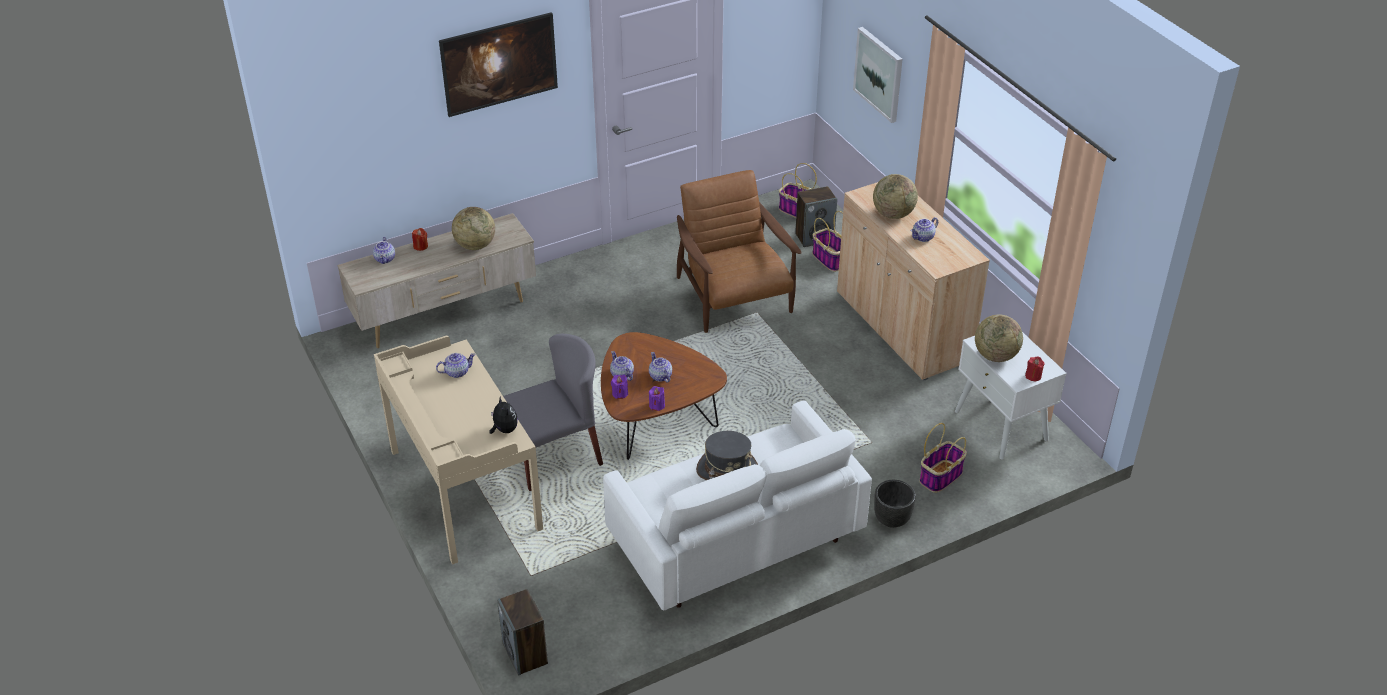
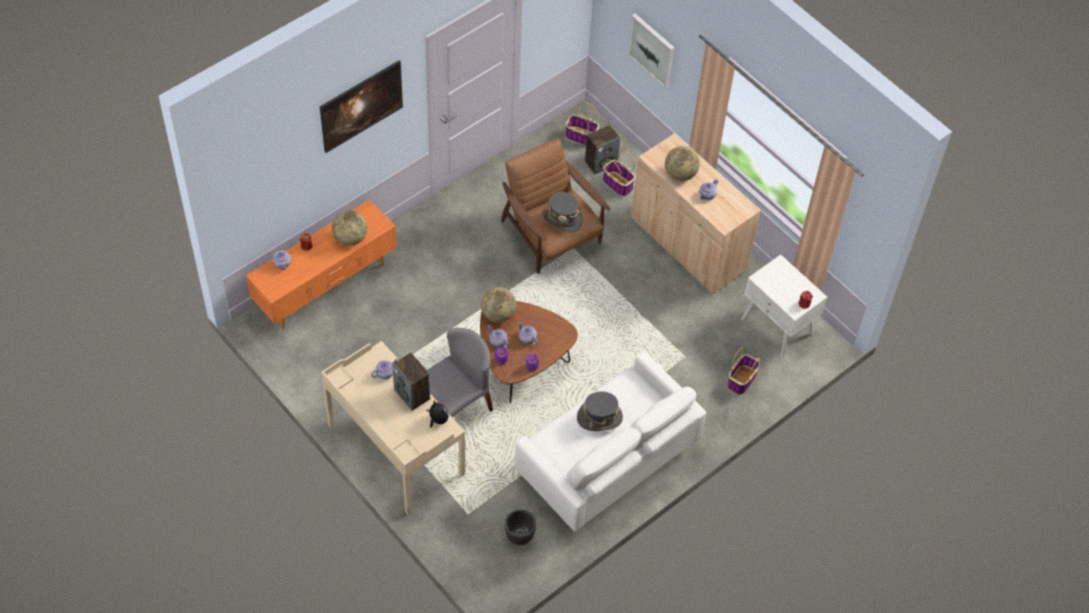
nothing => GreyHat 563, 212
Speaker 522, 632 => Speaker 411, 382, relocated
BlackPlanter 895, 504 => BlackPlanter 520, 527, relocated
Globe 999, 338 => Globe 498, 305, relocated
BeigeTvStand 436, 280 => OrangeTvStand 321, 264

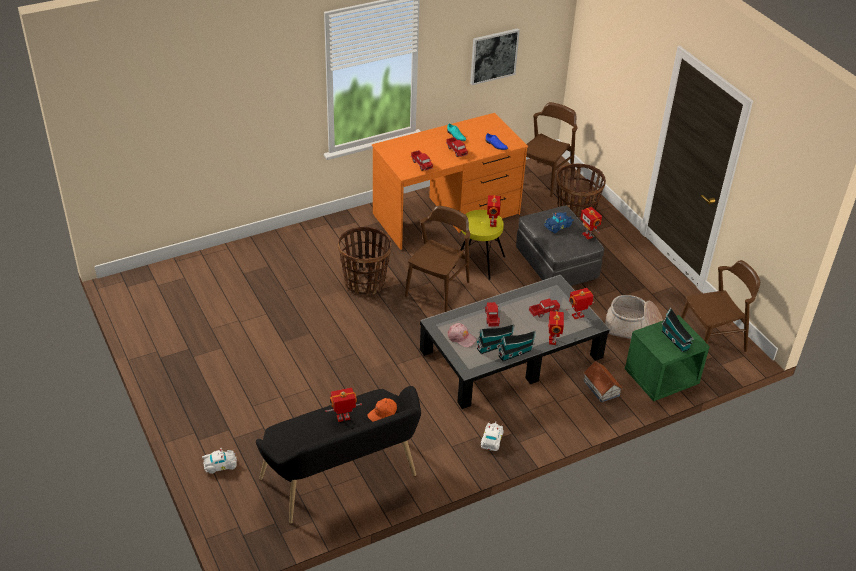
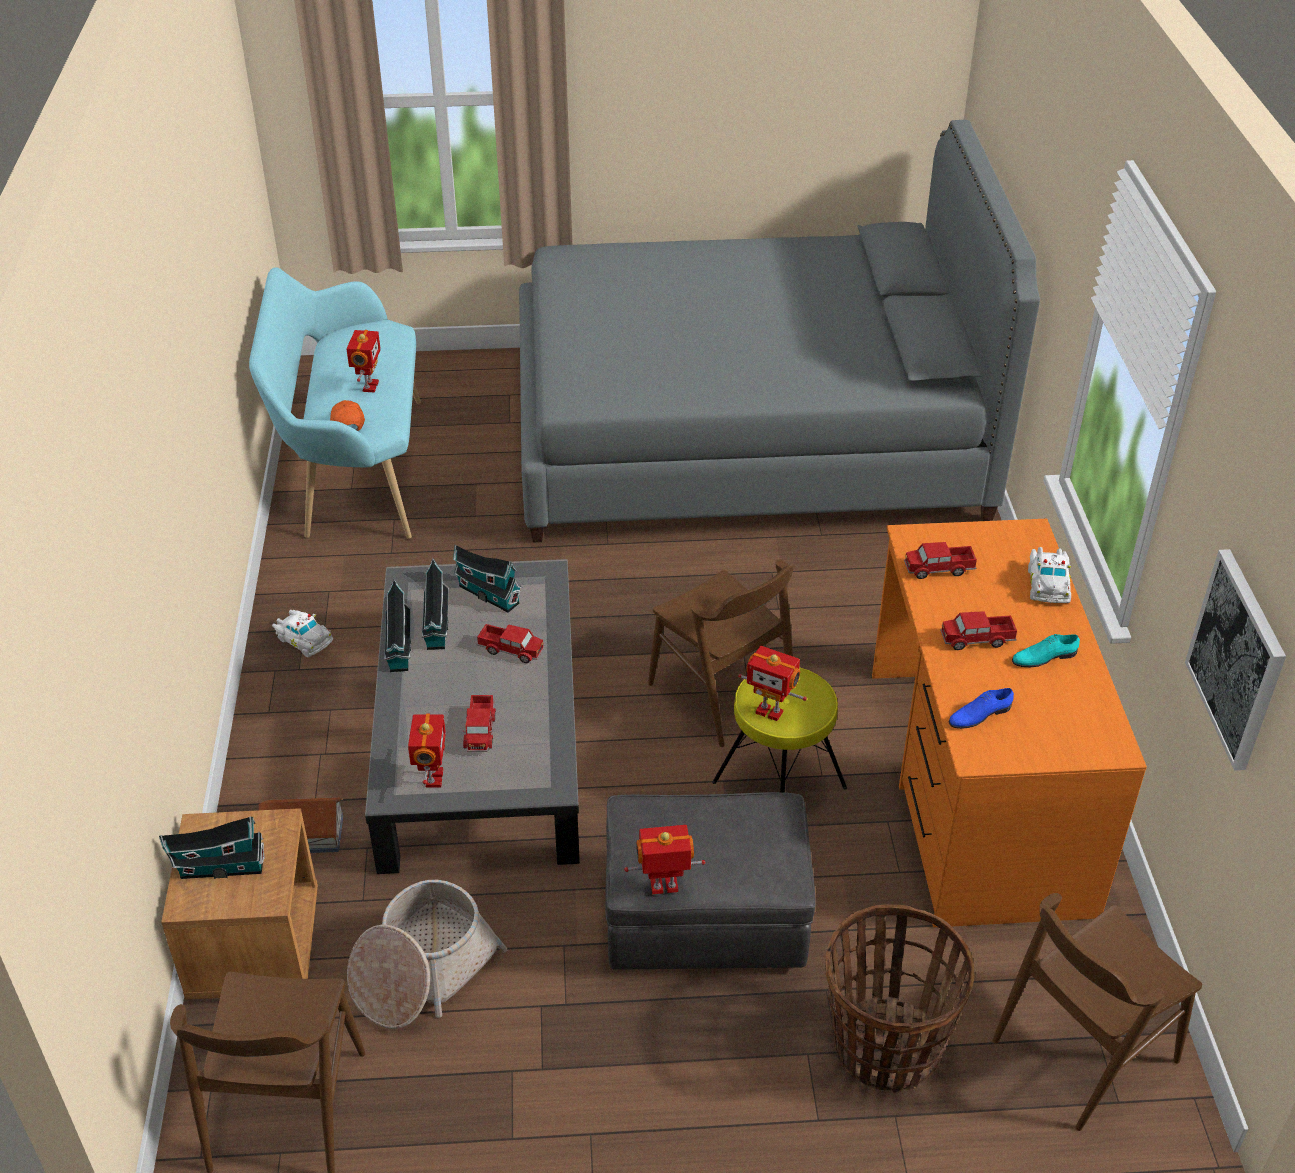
Basket 365, 261 => nothing
BlueToyCar 559, 222 => nothing
ToyRobot 556, 328 => nothing
nothing => GreyBed 779, 331
WhiteToyCar 219, 461 => WhiteToyCar 1049, 575, relocated
PinkCap 462, 335 => ToyHouse 487, 579
BlackBench 338, 455 => TurquoiseBench 335, 403
GreenNightstand 667, 358 => BrownNightstand 239, 904
BrownChair 551, 149 => BrownChair 1097, 1012, 90 degrees clockwise

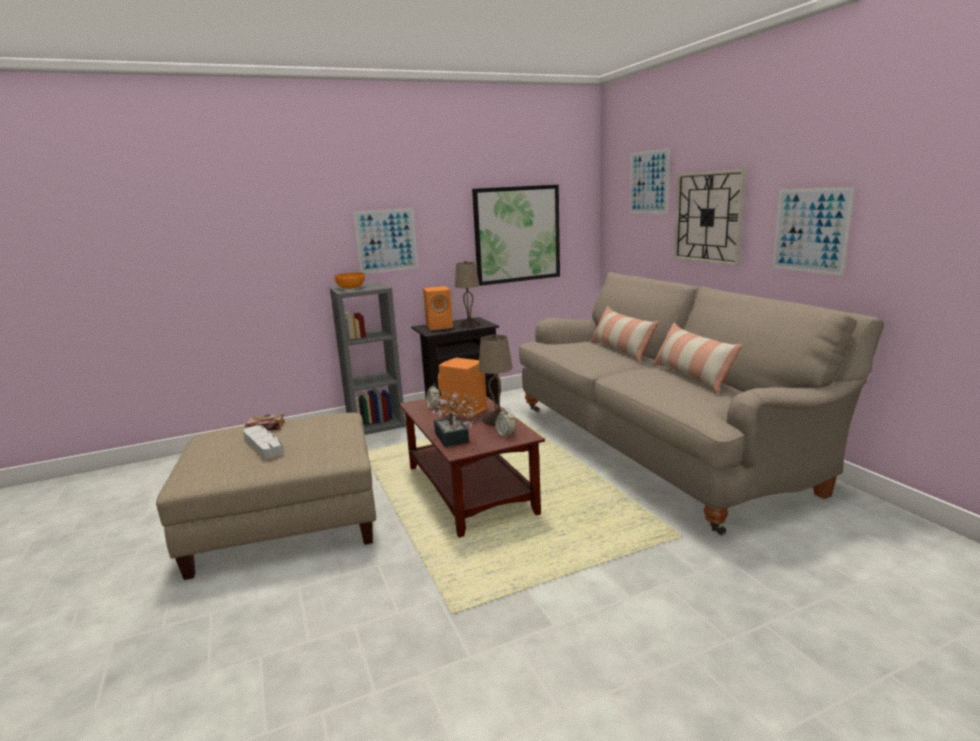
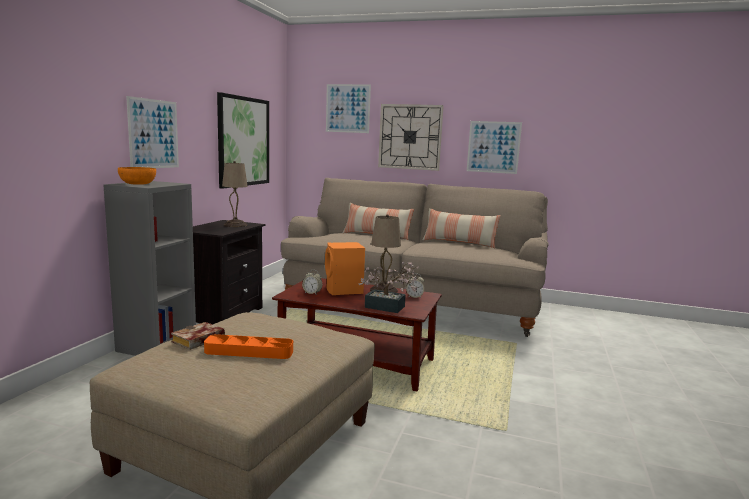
OrangeSpeaker 438, 308 => nothing
GreyTray 263, 441 => OrangeTray 248, 346

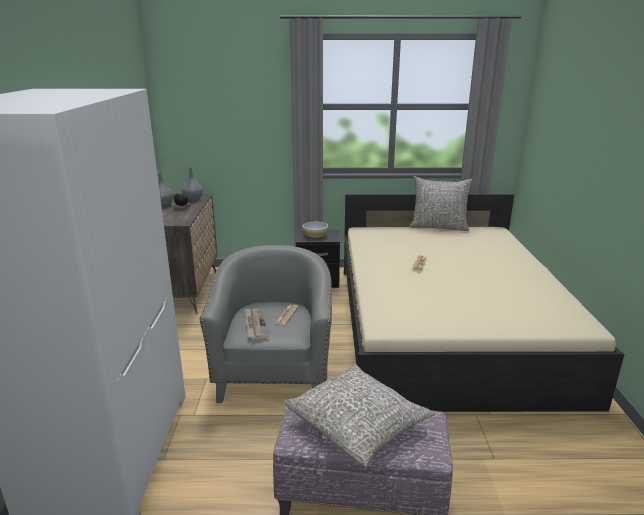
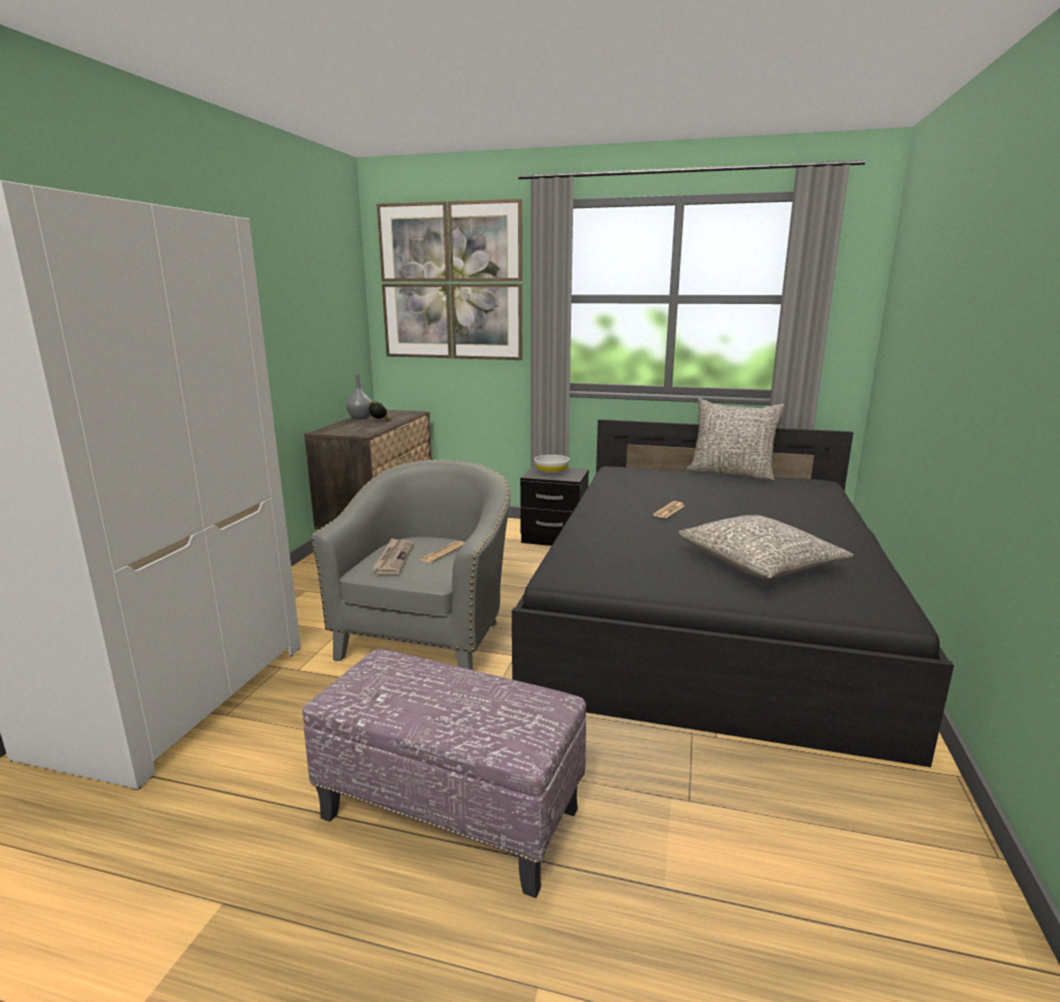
GreyVase 192, 184 => nothing
nothing => Picture 449, 279
GreyPillow 359, 415 => GreyPillow 766, 547, relocated
BeigeBed 484, 303 => BlackBed 733, 593

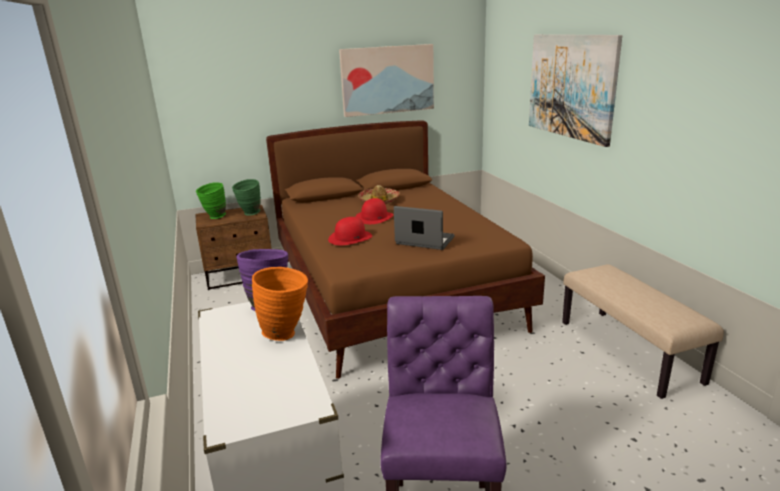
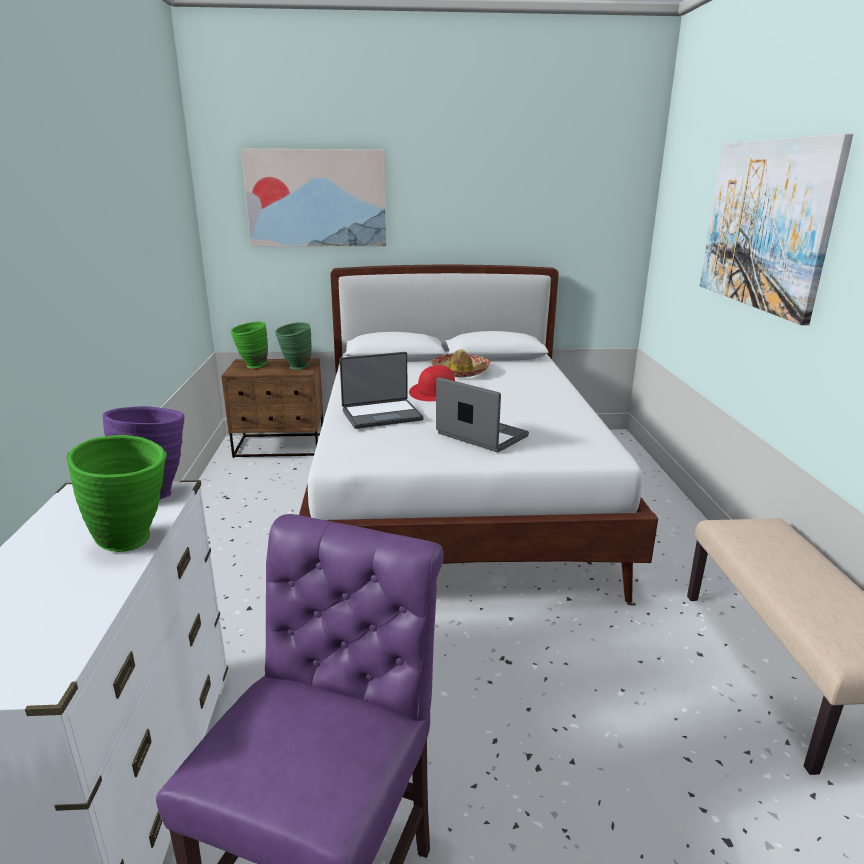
Picture 386, 80 => Picture 313, 197, relocated
RedHat 350, 231 => Laptop 381, 390
OrangeVase 280, 304 => GreenVase 116, 493
BrownBed 405, 249 => WhiteBed 478, 434

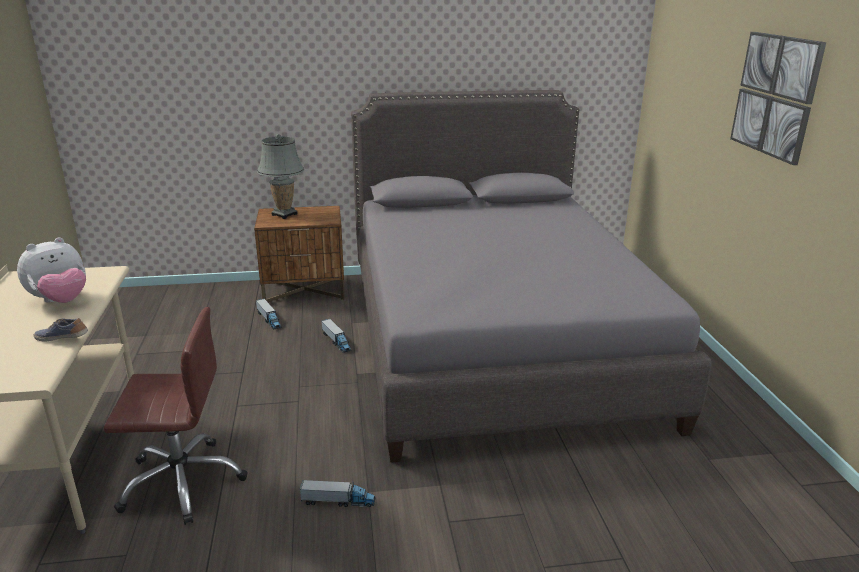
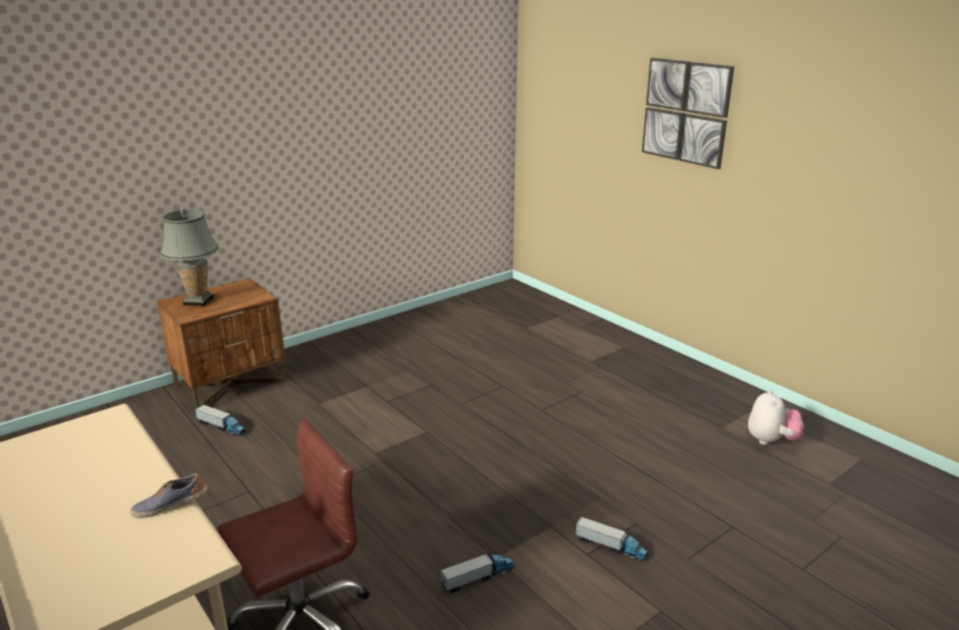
GreyBed 531, 276 => nothing
PlushToy 51, 270 => PlushToy 776, 417, relocated
ToyTruck 336, 336 => ToyTruck 611, 539, relocated

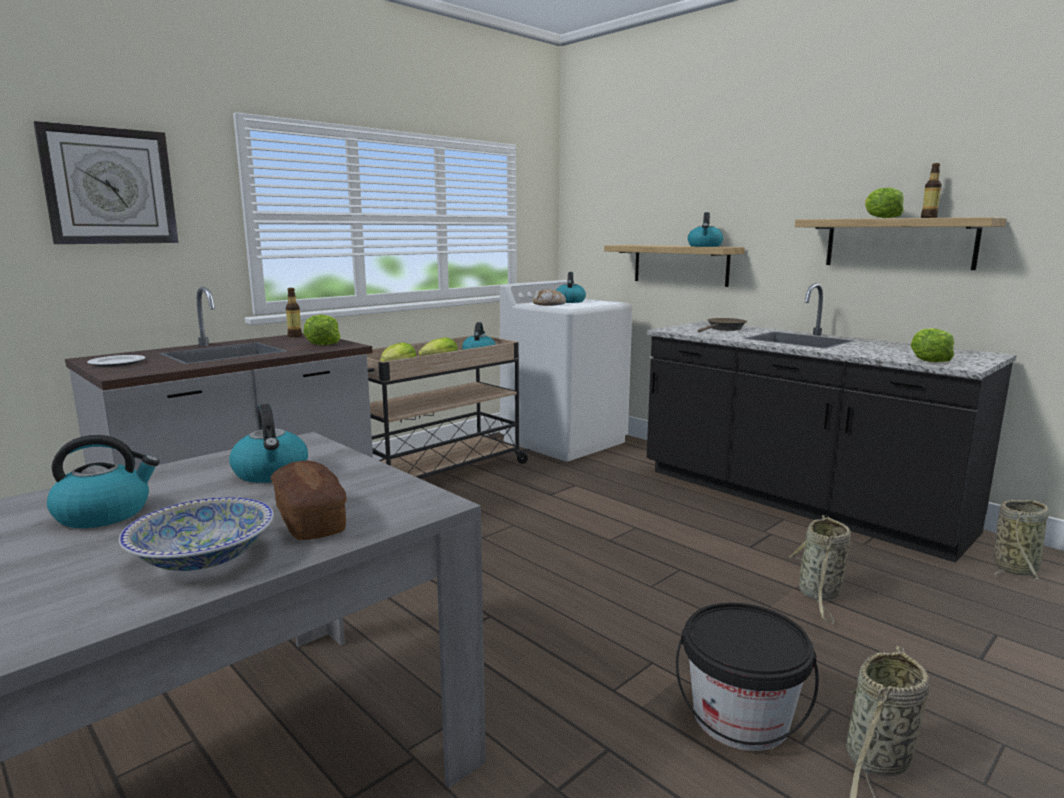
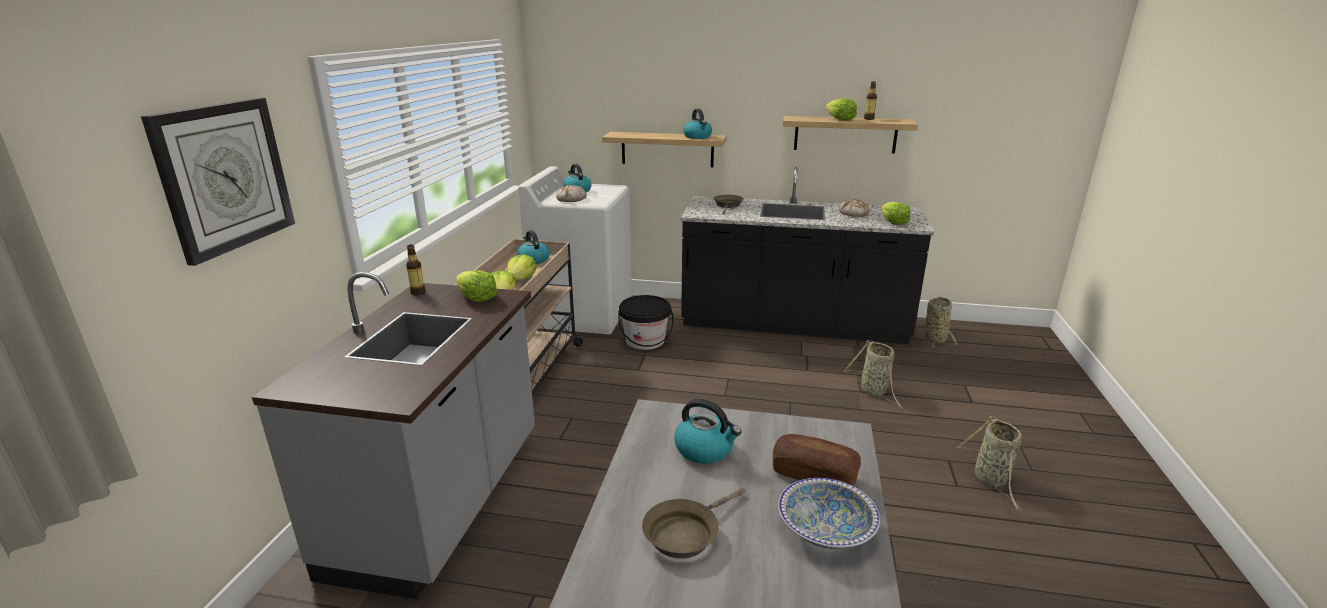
Plate 116, 361 => nothing
nothing => Bread 854, 208
BlackBucket 747, 677 => BlackBucket 646, 322, relocated
Kettle 103, 481 => BrownFryingPan 693, 523

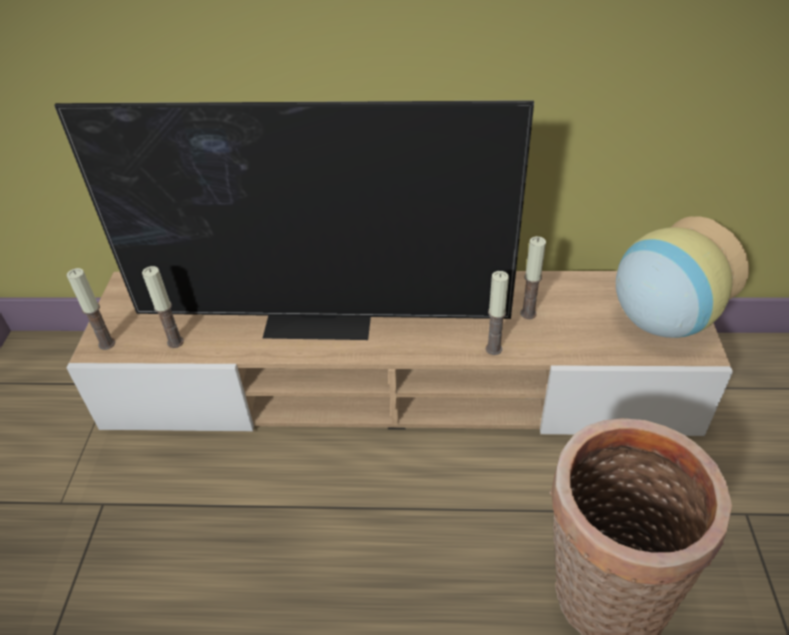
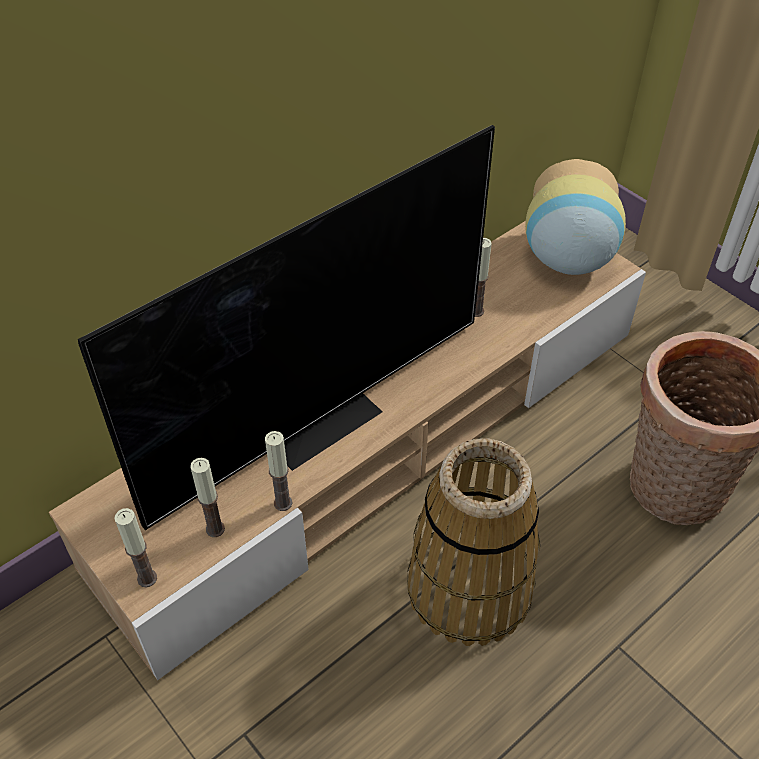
nothing => Basket 473, 542
Candle 497, 313 => Candle 278, 471, relocated

